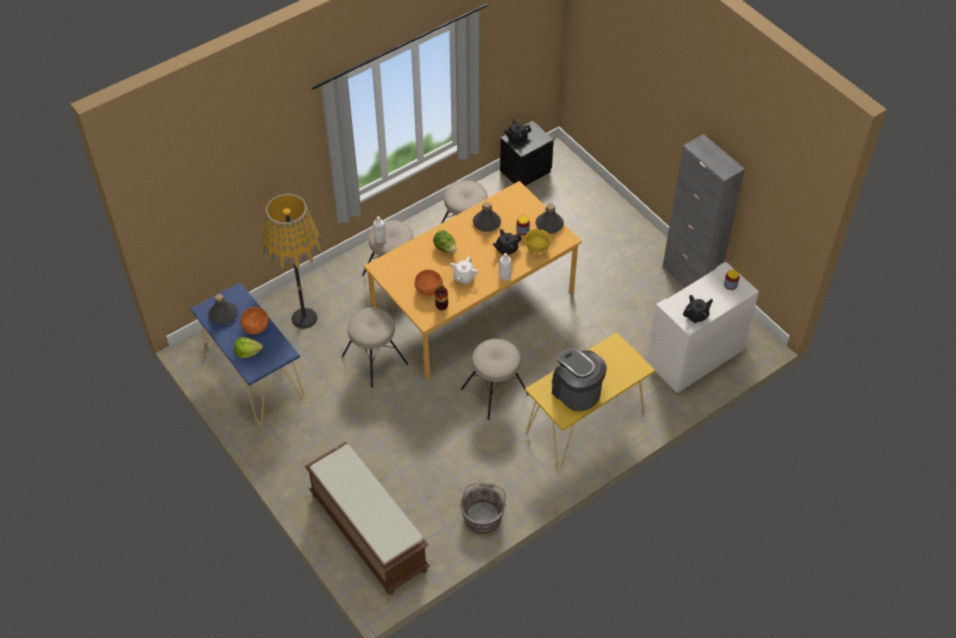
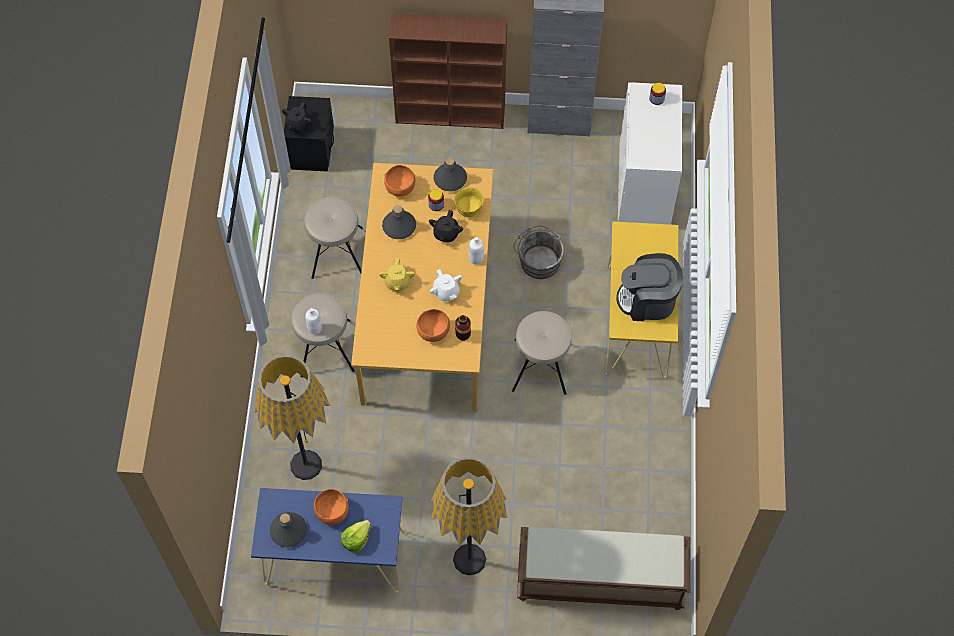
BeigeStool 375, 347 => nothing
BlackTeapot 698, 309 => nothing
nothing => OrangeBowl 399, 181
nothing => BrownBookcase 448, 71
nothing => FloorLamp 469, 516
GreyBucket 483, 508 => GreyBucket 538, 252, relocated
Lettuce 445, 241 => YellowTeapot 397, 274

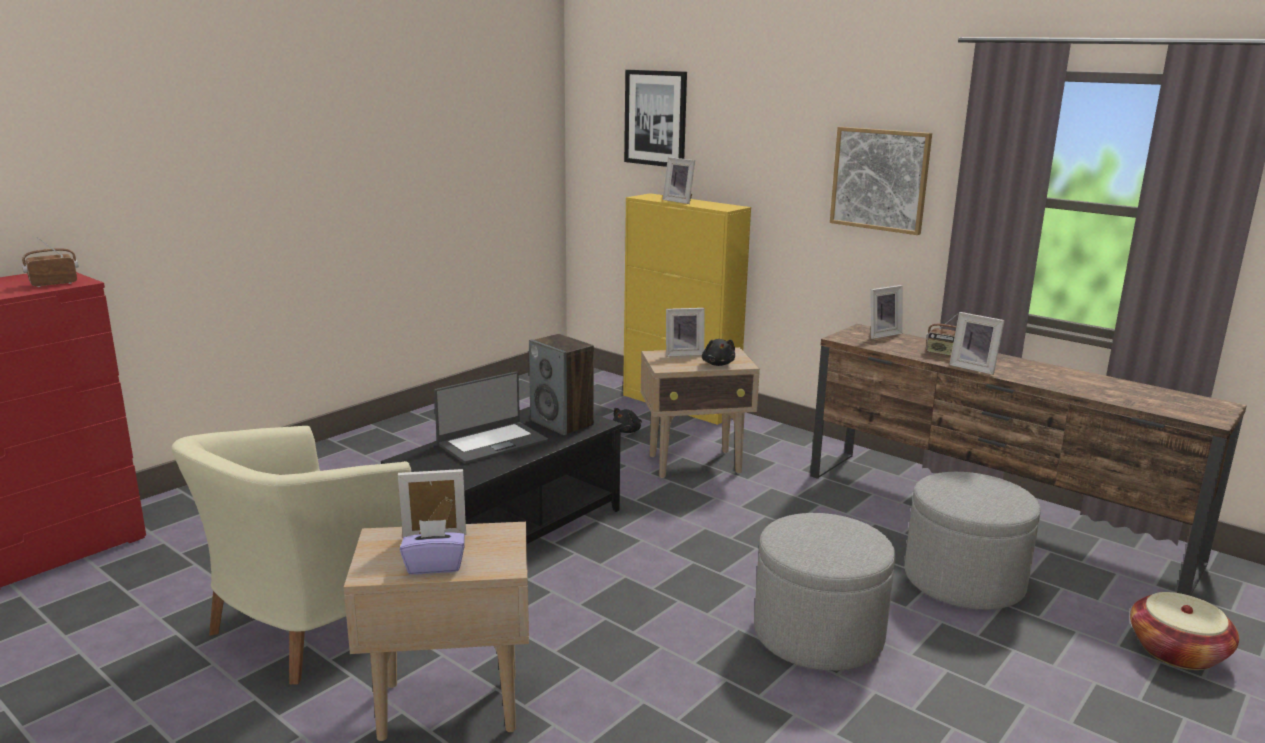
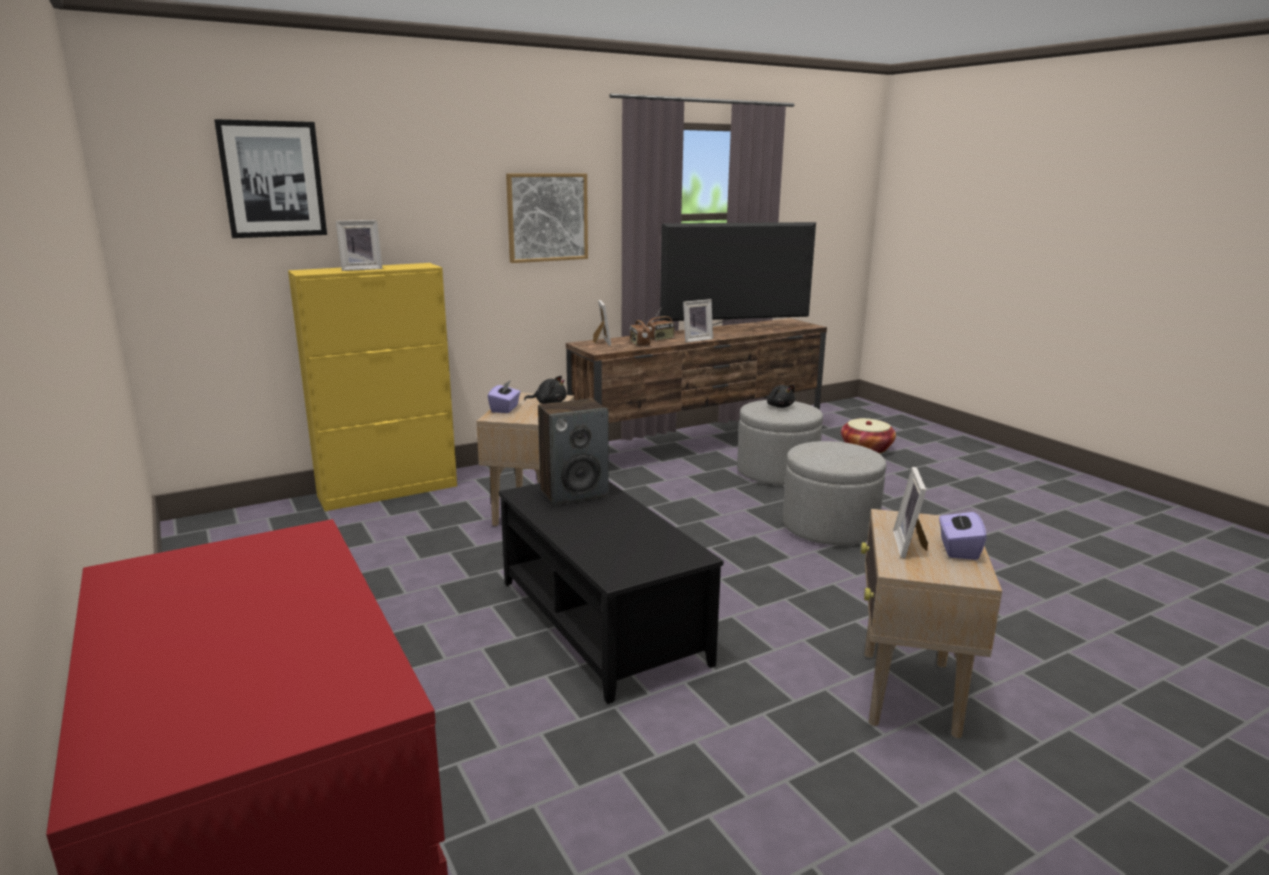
BeigeArmchair 291, 555 => nothing
Laptop 491, 418 => nothing
nothing => Television 738, 275
Radio 50, 262 => Radio 640, 330, relocated
BlackPlushToy 627, 420 => BlackPlushToy 779, 396, relocated
PictureFrame 685, 332 => PurpleTissueBox 504, 396

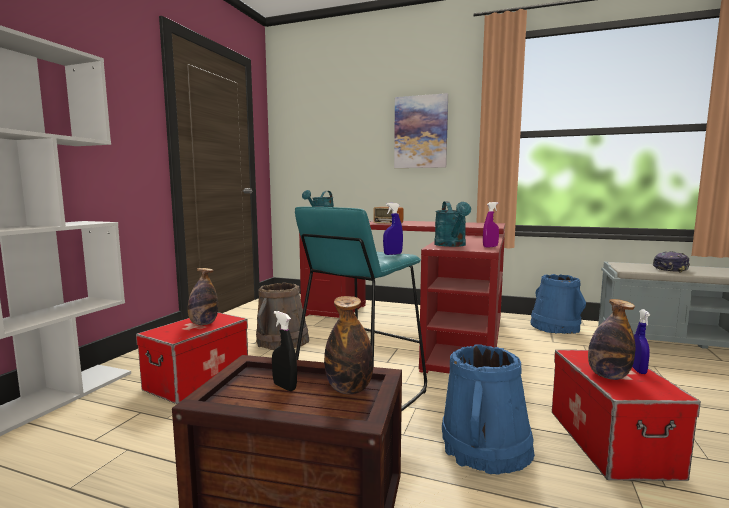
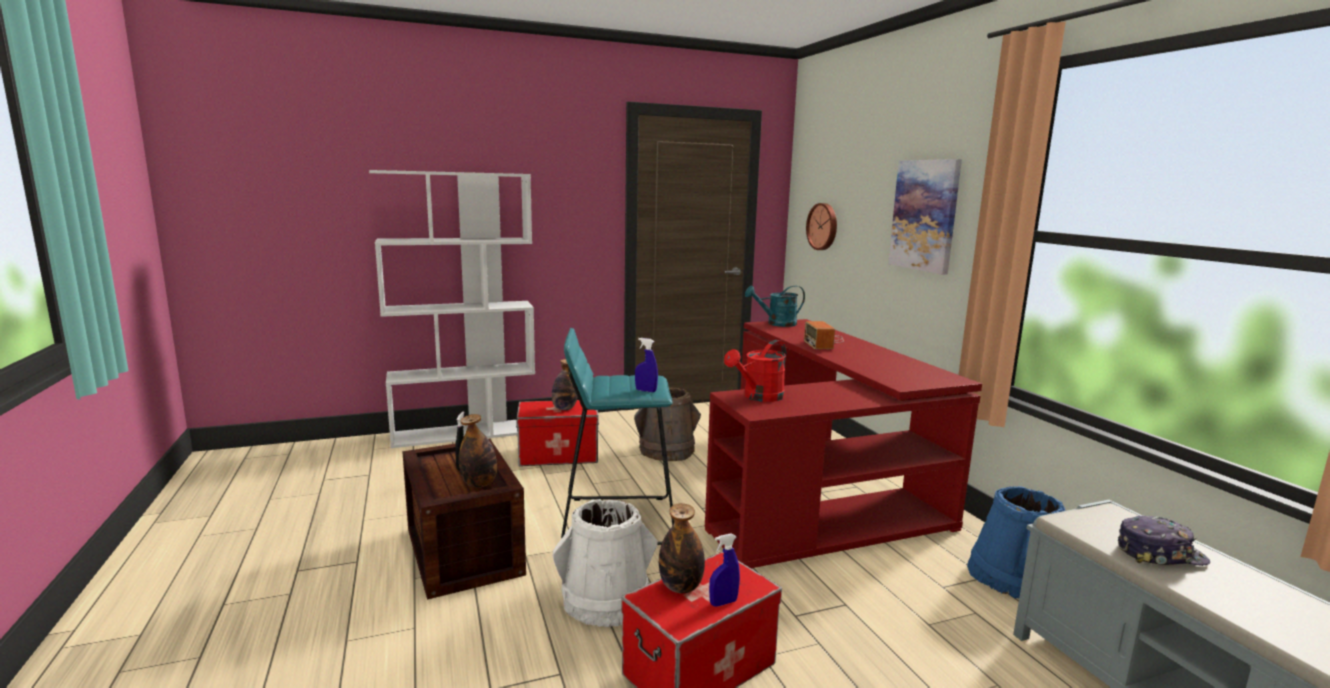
PurpleSprayBottle 491, 225 => nothing
nothing => WallClock 821, 226
TurquoiseWateringCan 452, 224 => RedWateringCan 755, 371
BlueBucket 488, 409 => WhiteBucket 605, 563

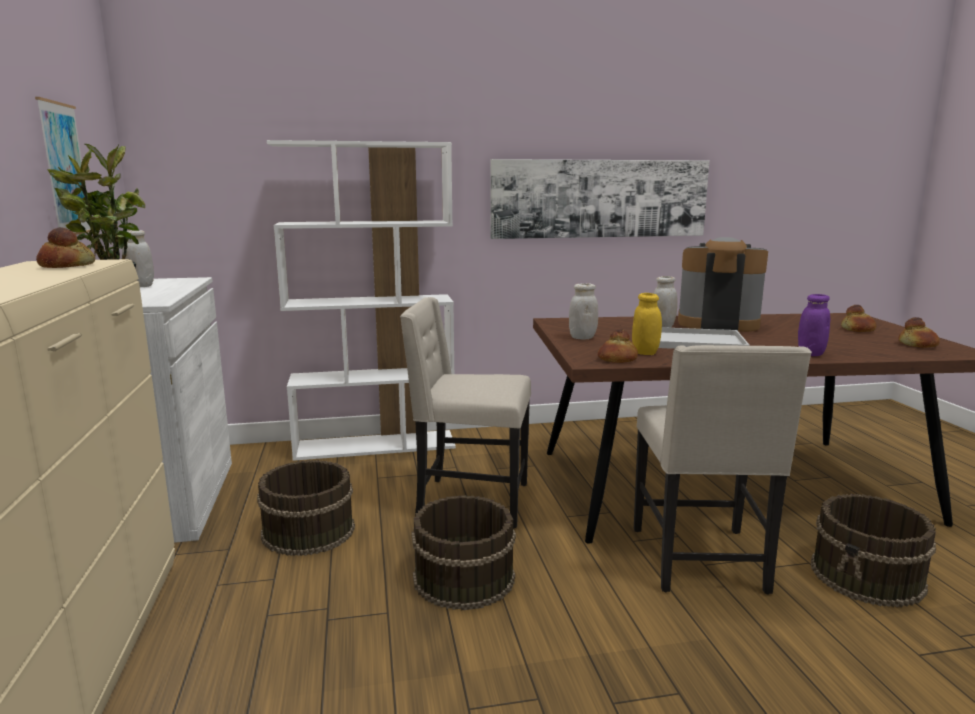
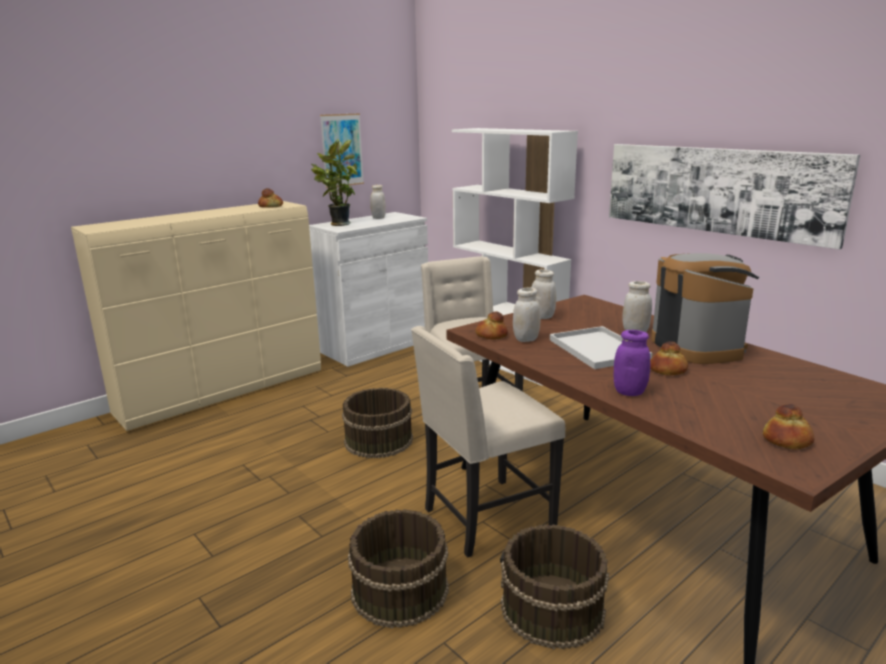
BrownBucket 306, 508 => BrownBucket 398, 568, relocated
Bread 859, 318 => Bread 669, 358, relocated
YellowJar 647, 324 => WhiteJar 527, 314

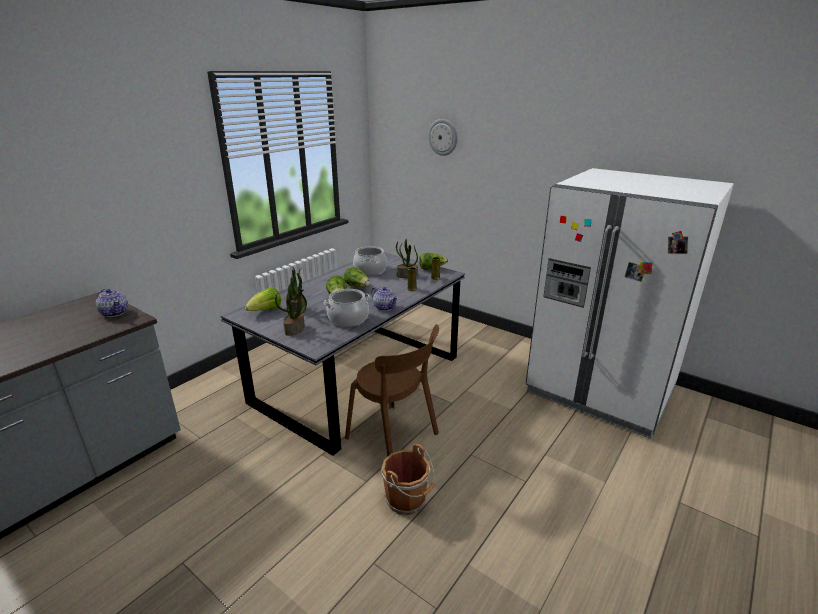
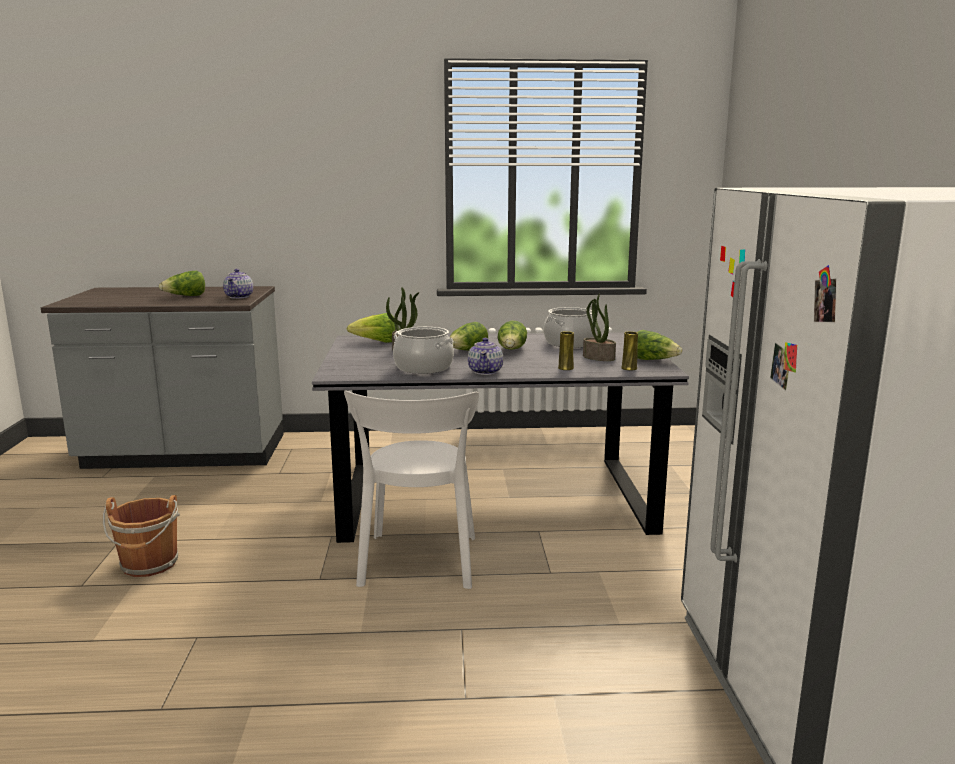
PottedPlant 291, 310 => nothing
WallClock 443, 137 => nothing
nothing => Lettuce 182, 283
BrownBucket 408, 479 => BrownBucket 141, 536, relocated
BrownChair 392, 390 => WhiteChair 411, 489

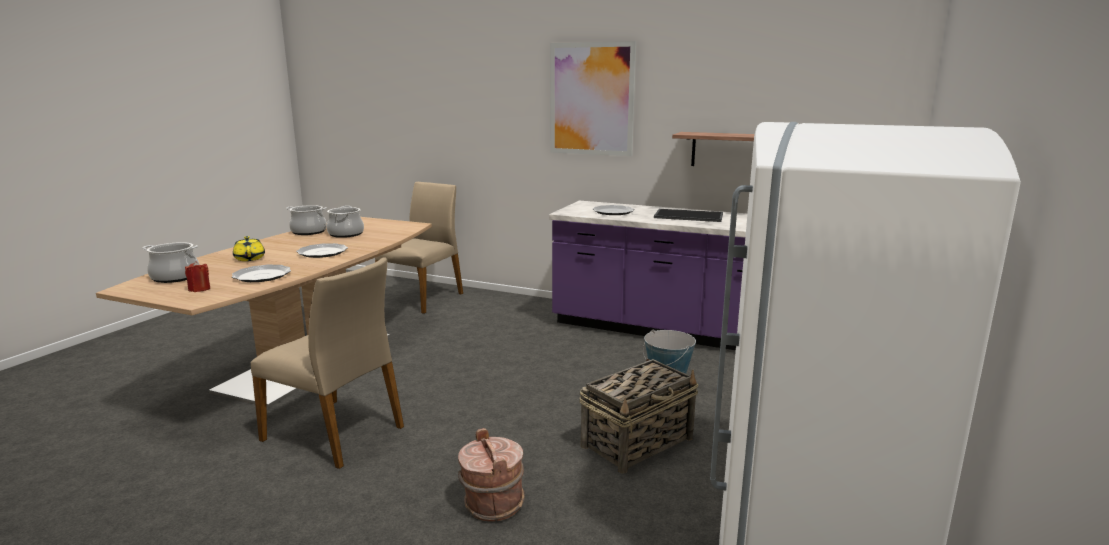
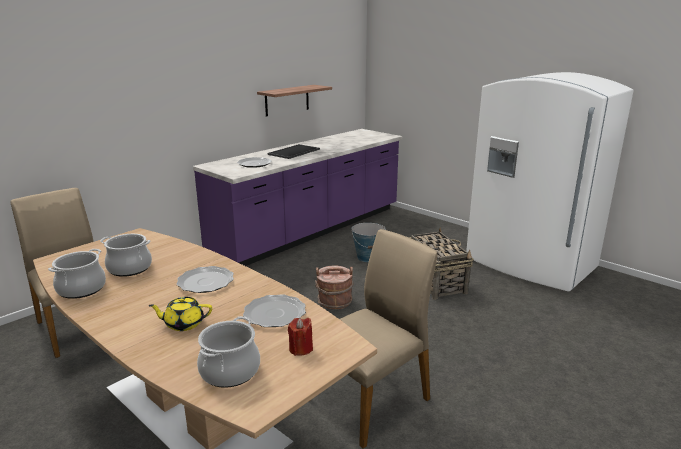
Picture 593, 98 => nothing
BrownBucket 491, 475 => BrownBucket 334, 287, relocated

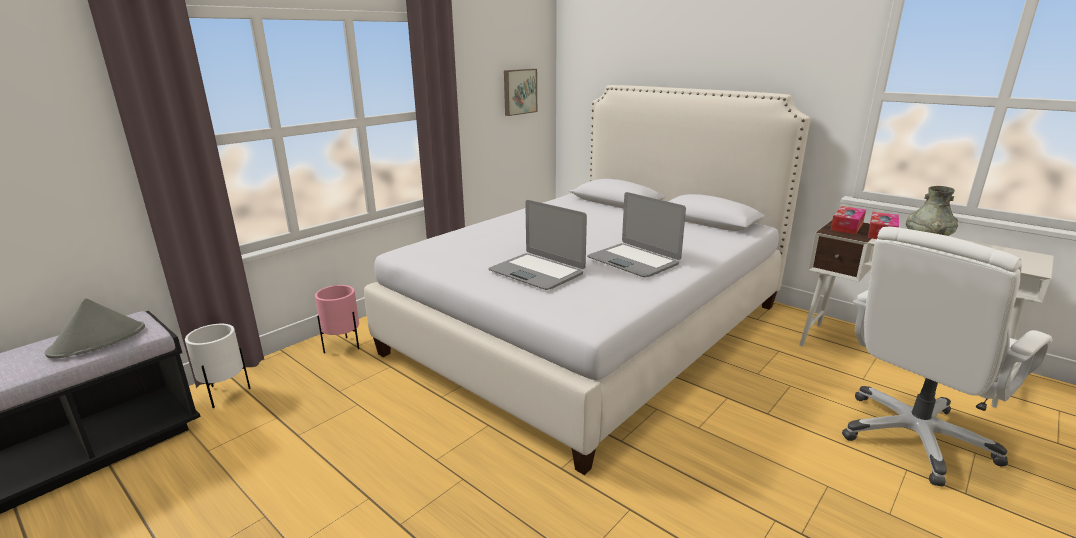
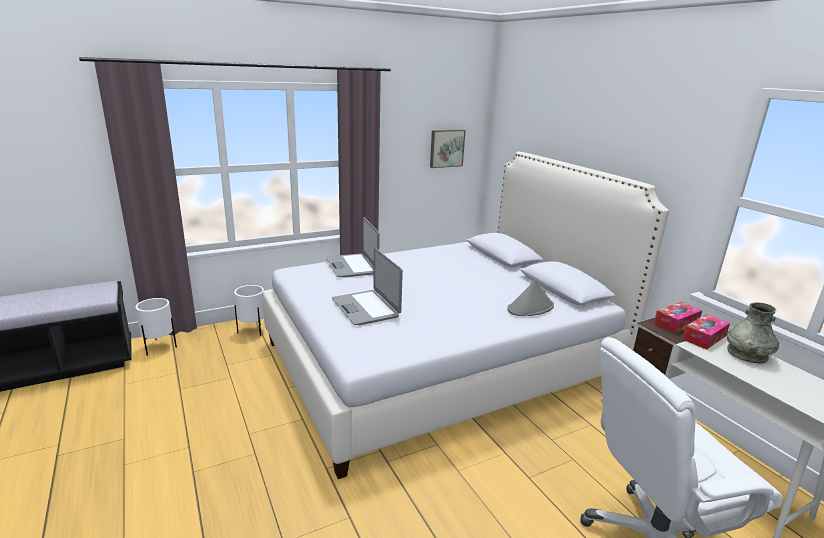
GreyHat 95, 328 => GreyHat 530, 297, relocated
Laptop 636, 234 => Laptop 353, 247, relocated
PinkPlanter 337, 319 => WhitePlanter 249, 310

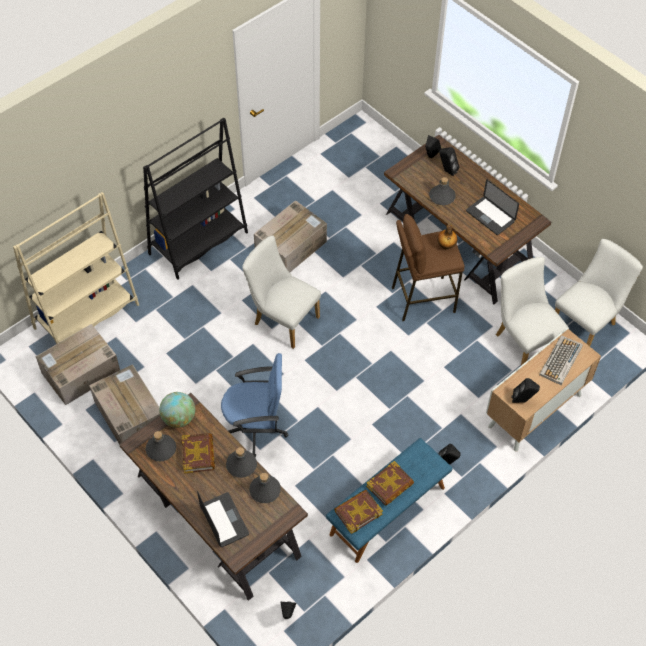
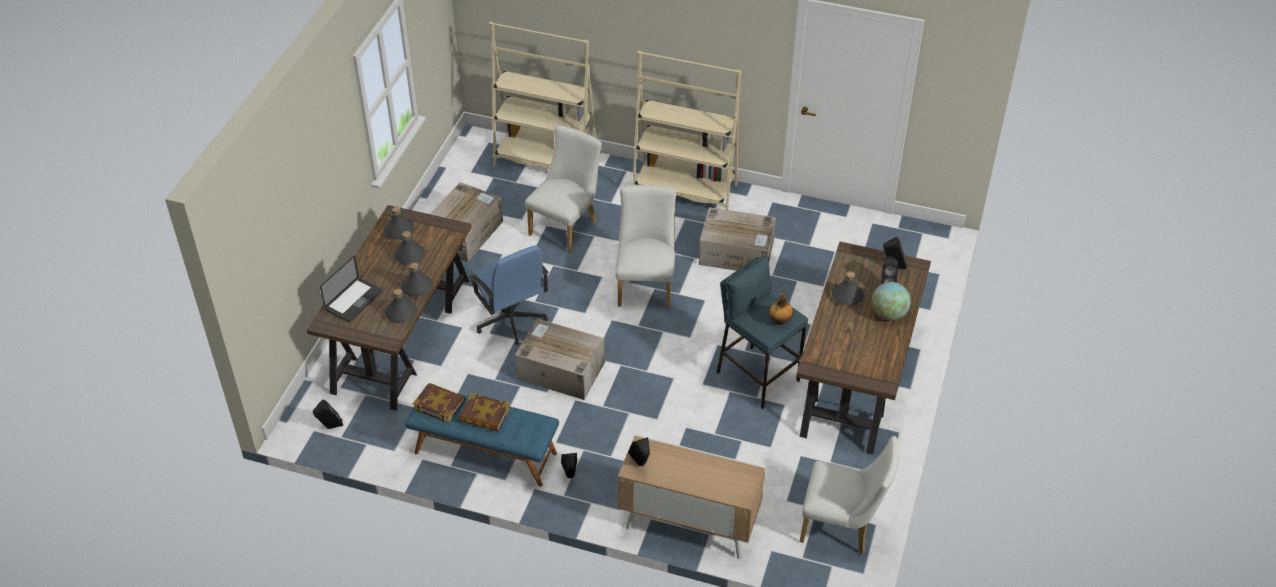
Laptop 492, 207 => nothing
Keyboard 561, 360 => nothing
CardboardBox 78, 364 => CardboardBox 560, 359, relocated
Globe 177, 410 => Globe 891, 301, relocated
WhiteChair 532, 311 => WhiteChair 563, 189, relocated
Book 198, 453 => GreyBottle 409, 248
BlackBookcase 195, 199 => BeigeBookcase 687, 130
BrownStool 428, 267 => BlueStool 762, 332

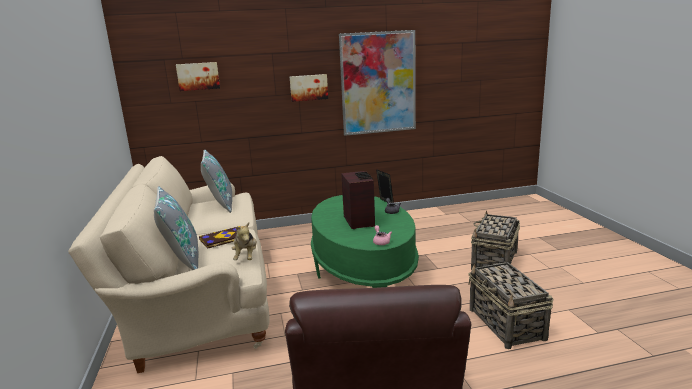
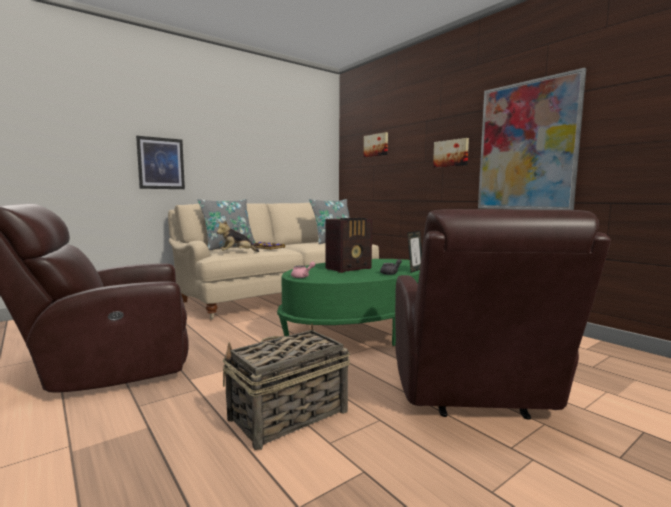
nothing => Picture 160, 162
Basket 495, 240 => BrownArmchair 503, 314

